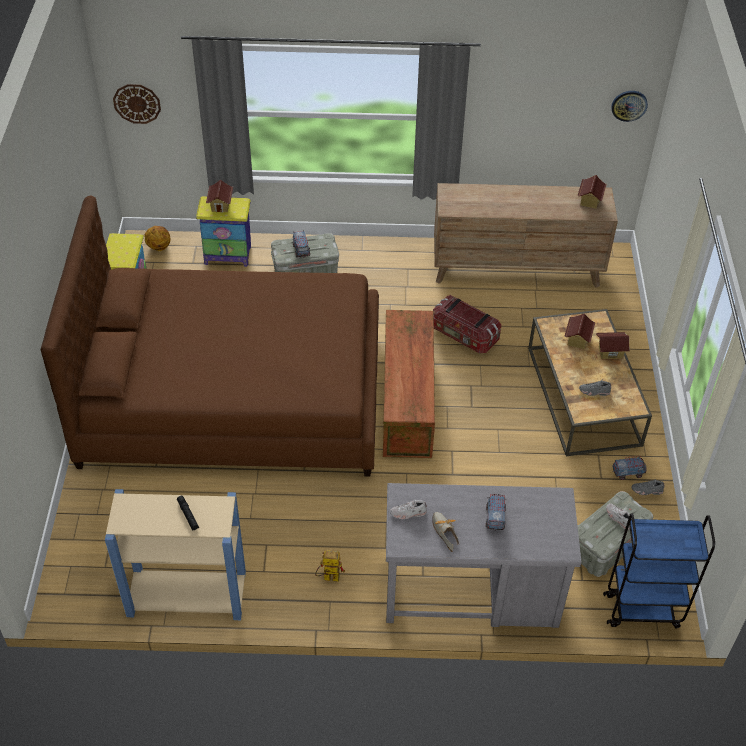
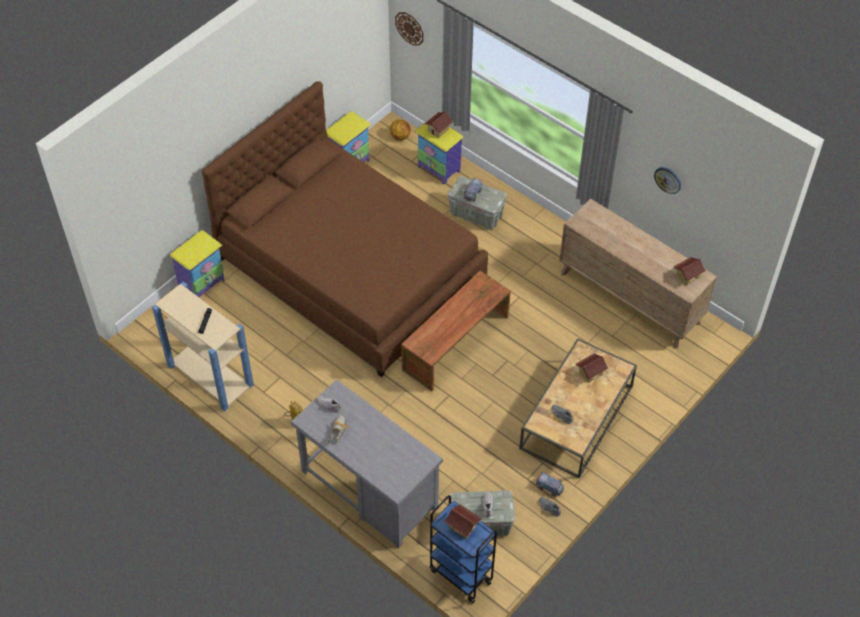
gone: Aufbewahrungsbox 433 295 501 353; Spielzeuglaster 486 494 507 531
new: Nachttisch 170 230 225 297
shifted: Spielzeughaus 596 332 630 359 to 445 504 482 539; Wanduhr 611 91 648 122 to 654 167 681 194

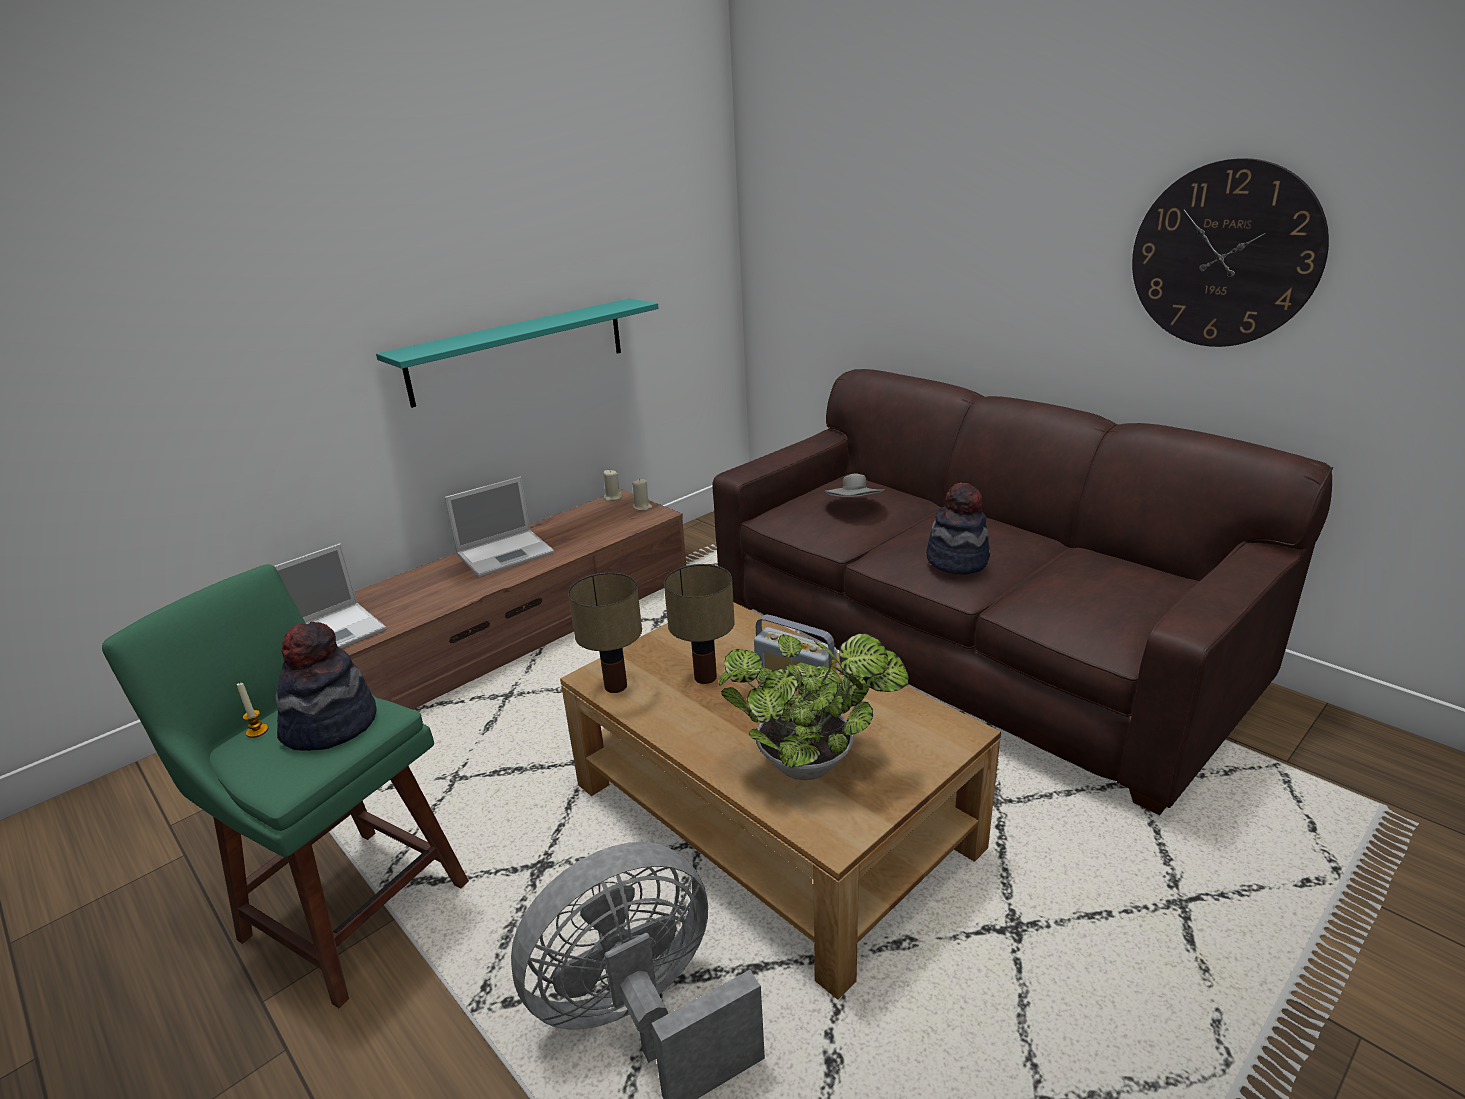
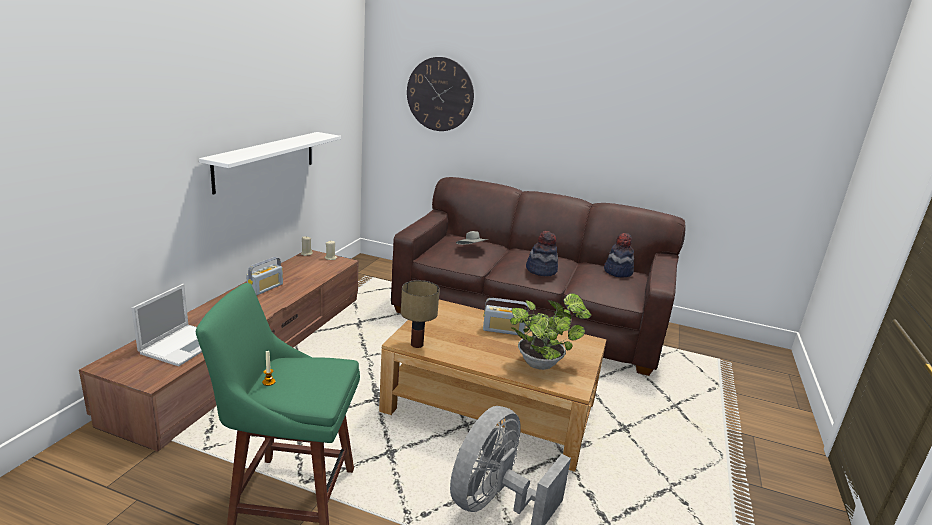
gone: Tischlampe 664 564 735 684
shifted: Hut 276 622 377 751 to 604 233 634 277; Wanduhr 1132 158 1329 347 to 407 57 474 131
swapped: Laptop 444 477 554 577 to Radio 246 257 283 296
repainted: Wandregal (türkis) 376 298 658 408 to Wandregal (weiß) 199 132 341 195

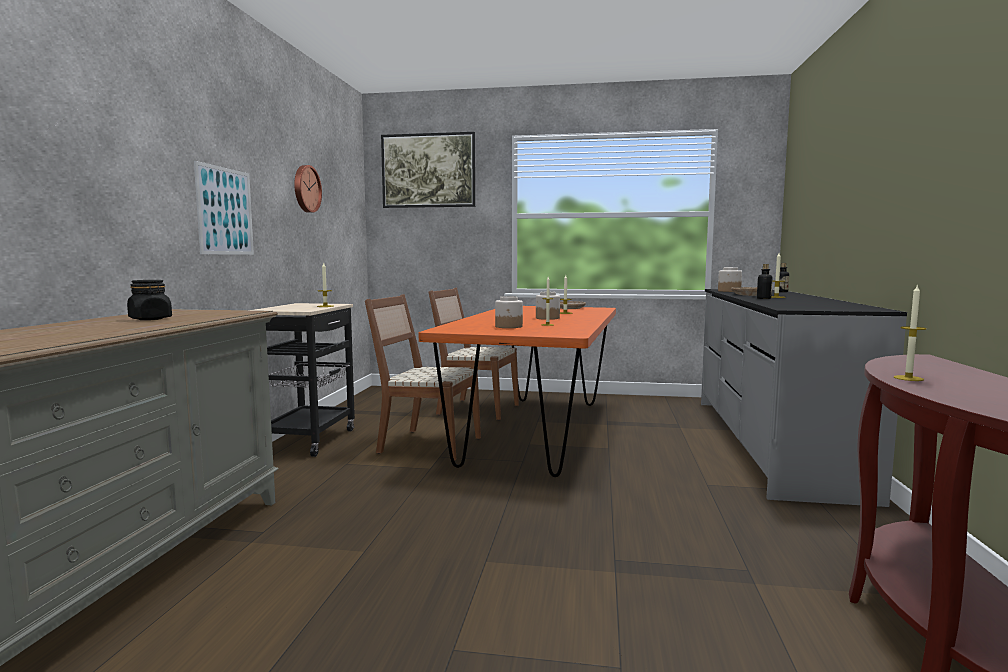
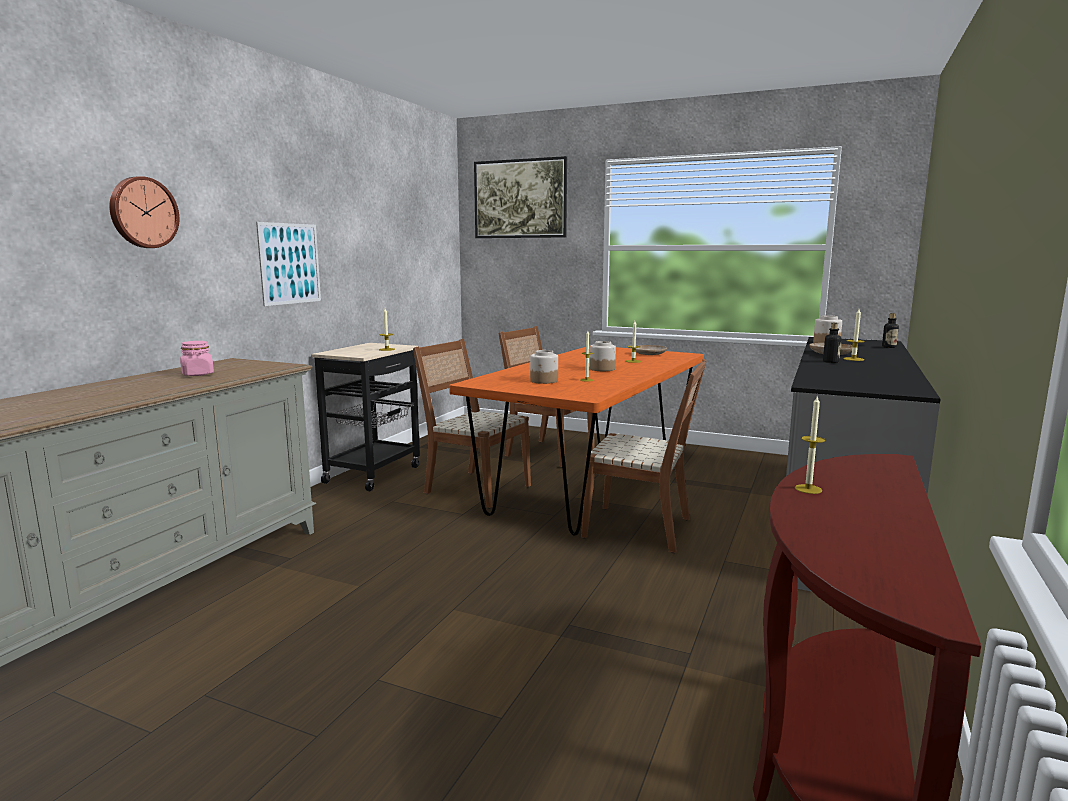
new: Stuhl 581 359 707 553
shifted: Wanduhr 294 165 322 213 to 109 176 179 248
repainted: Vorratsglas (schwarz) 127 280 172 320 to Vorratsglas (rosa) 180 341 214 376

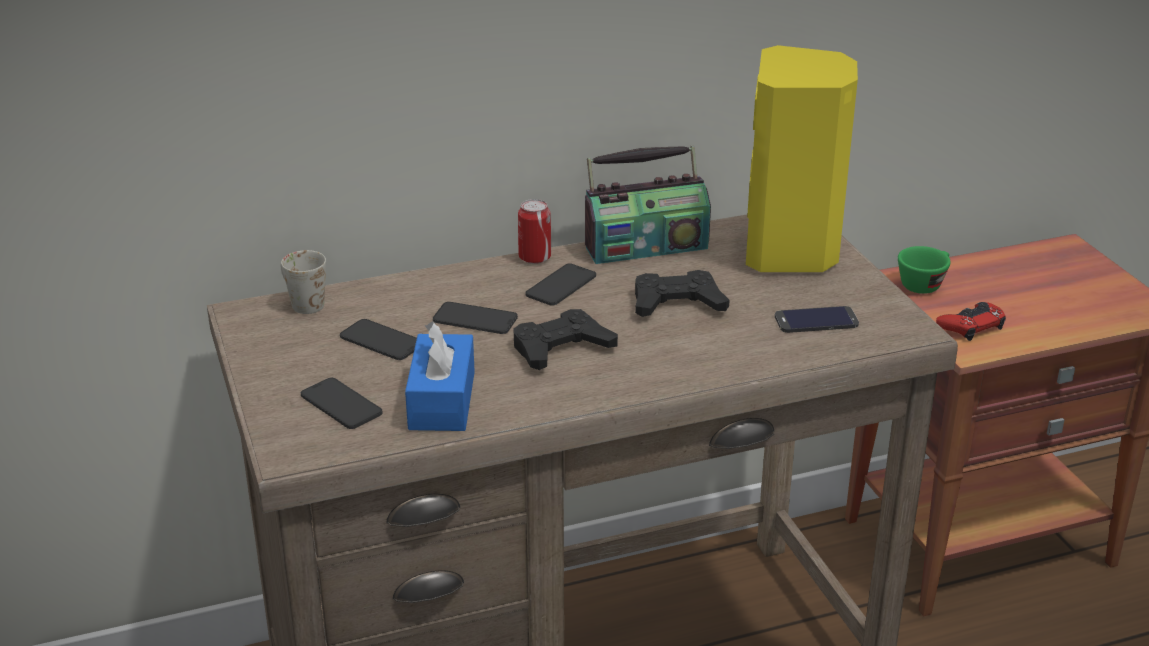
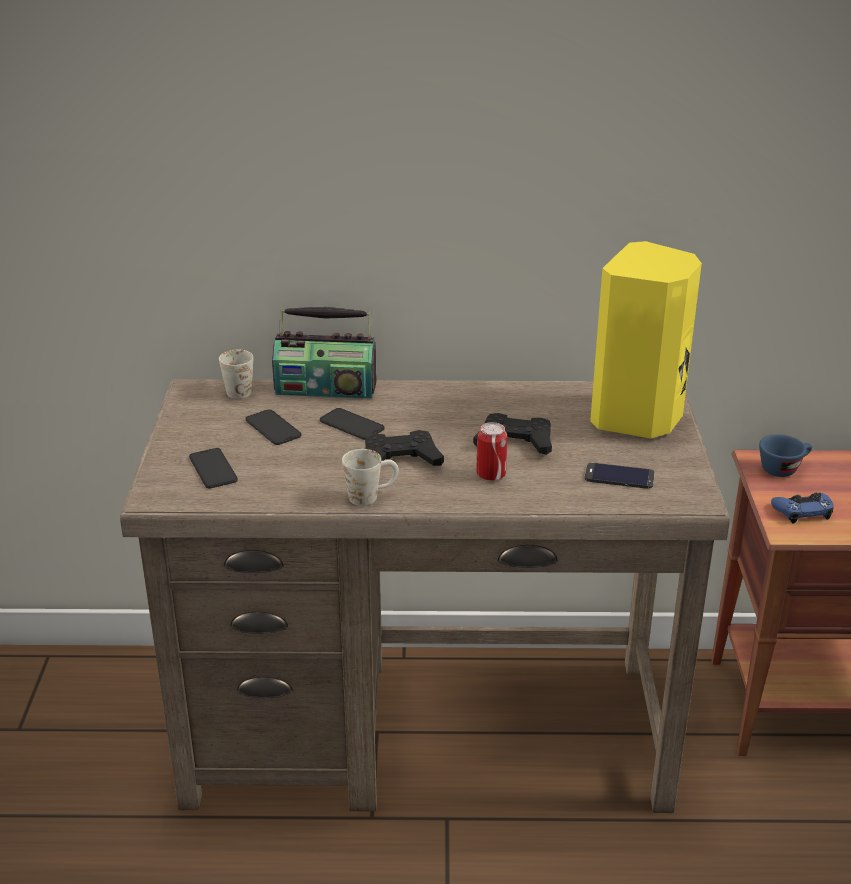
gone: Taschentuchbox (blau) 405 321 475 431; Handy 525 264 596 306
new: Henkelbecher (weiß) 342 449 399 506
shifted: Dose 518 199 551 264 to 476 422 507 481; Radio 585 145 711 264 to 272 307 377 399
repainted: Tasse (grün) 898 246 951 294 to Tasse (blau) 759 434 812 477; Gamepad (rot) 936 302 1006 341 to Gamepad (blau) 771 493 834 523

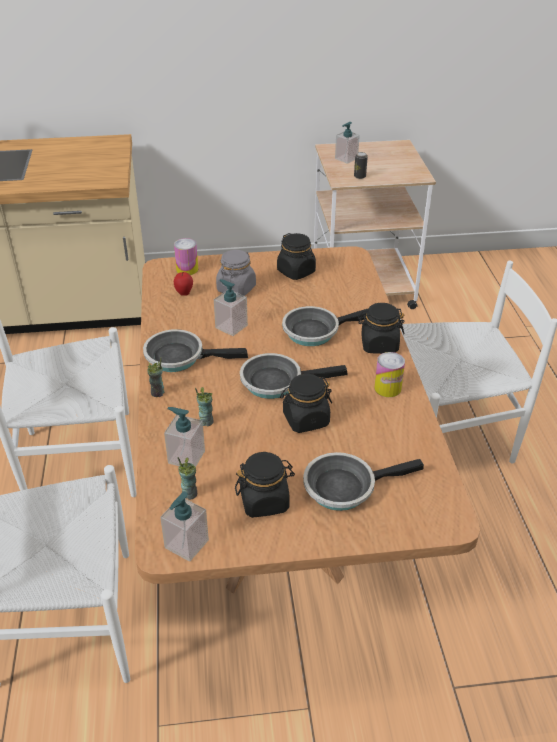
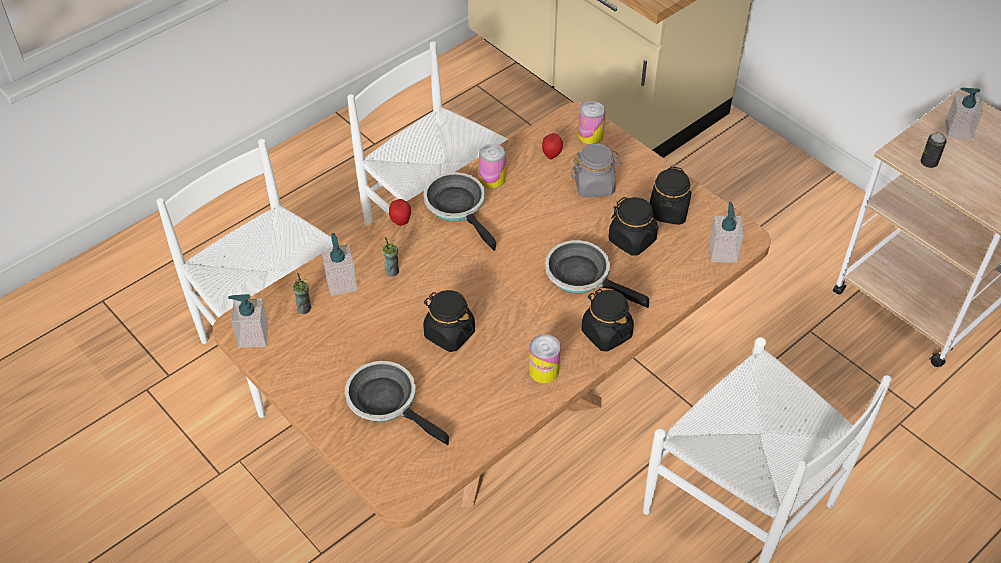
gone: Pfanne 240 353 348 399
new: Dose 479 144 506 188
shifted: Seifenspender 214 279 248 336 to 709 202 744 263; Vorratsglas (schwarz) 235 452 295 518 to 609 197 658 256
swapped: Tasse 147 357 165 397 to Apfel 389 199 411 226

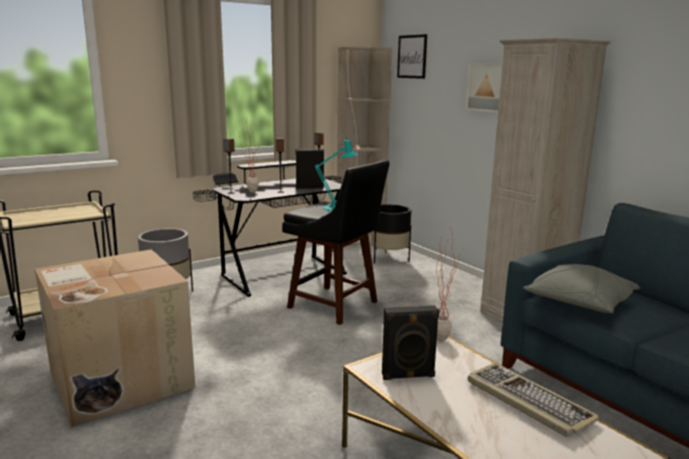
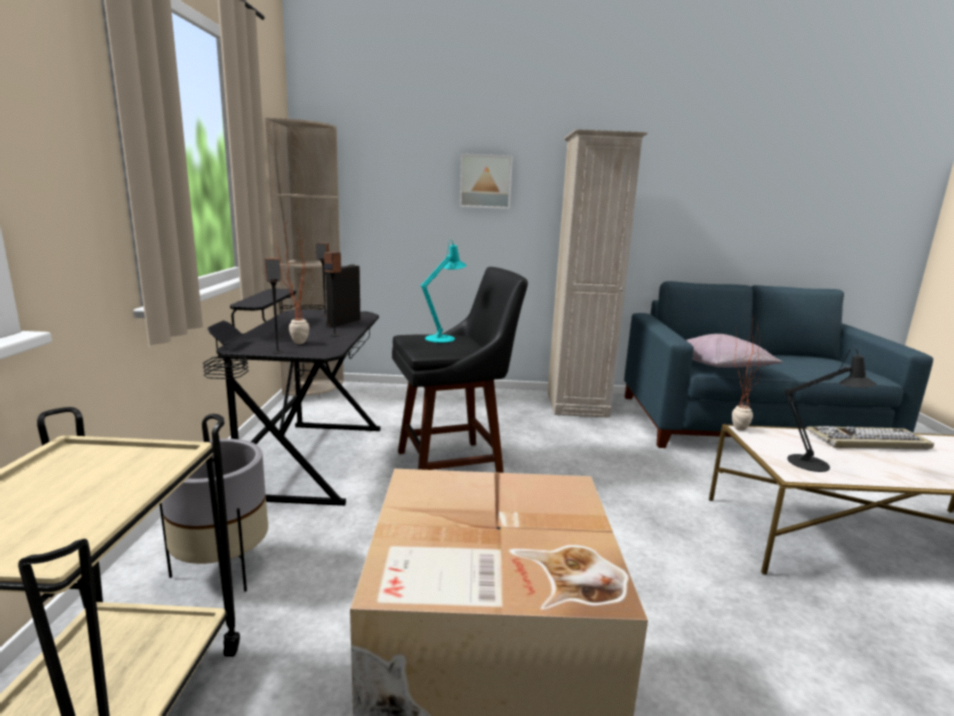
gone: Pflanzkübel (schwarz) 371 204 411 264; Bild 397 34 427 79
swapped: Lautsprecher (schwarz) 382 305 439 380 to Tischlampe (schwarz) 785 348 876 472
repainted: Kissen (grau) 523 264 640 313 to Kissen (lila) 686 334 783 368

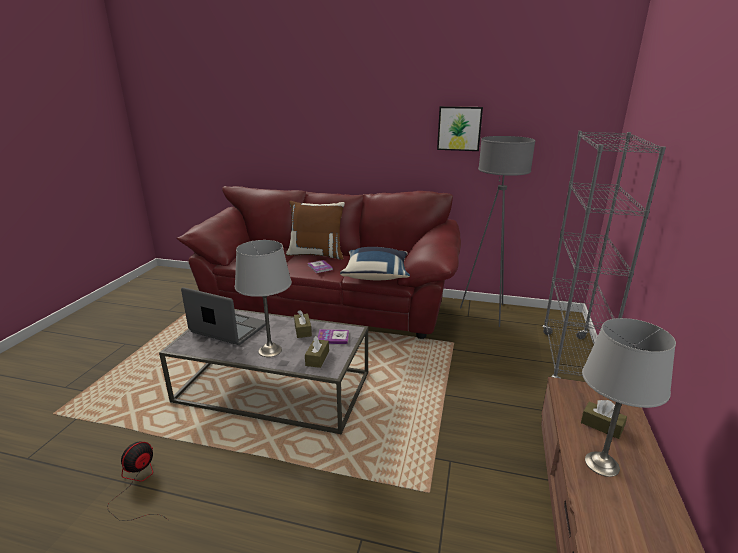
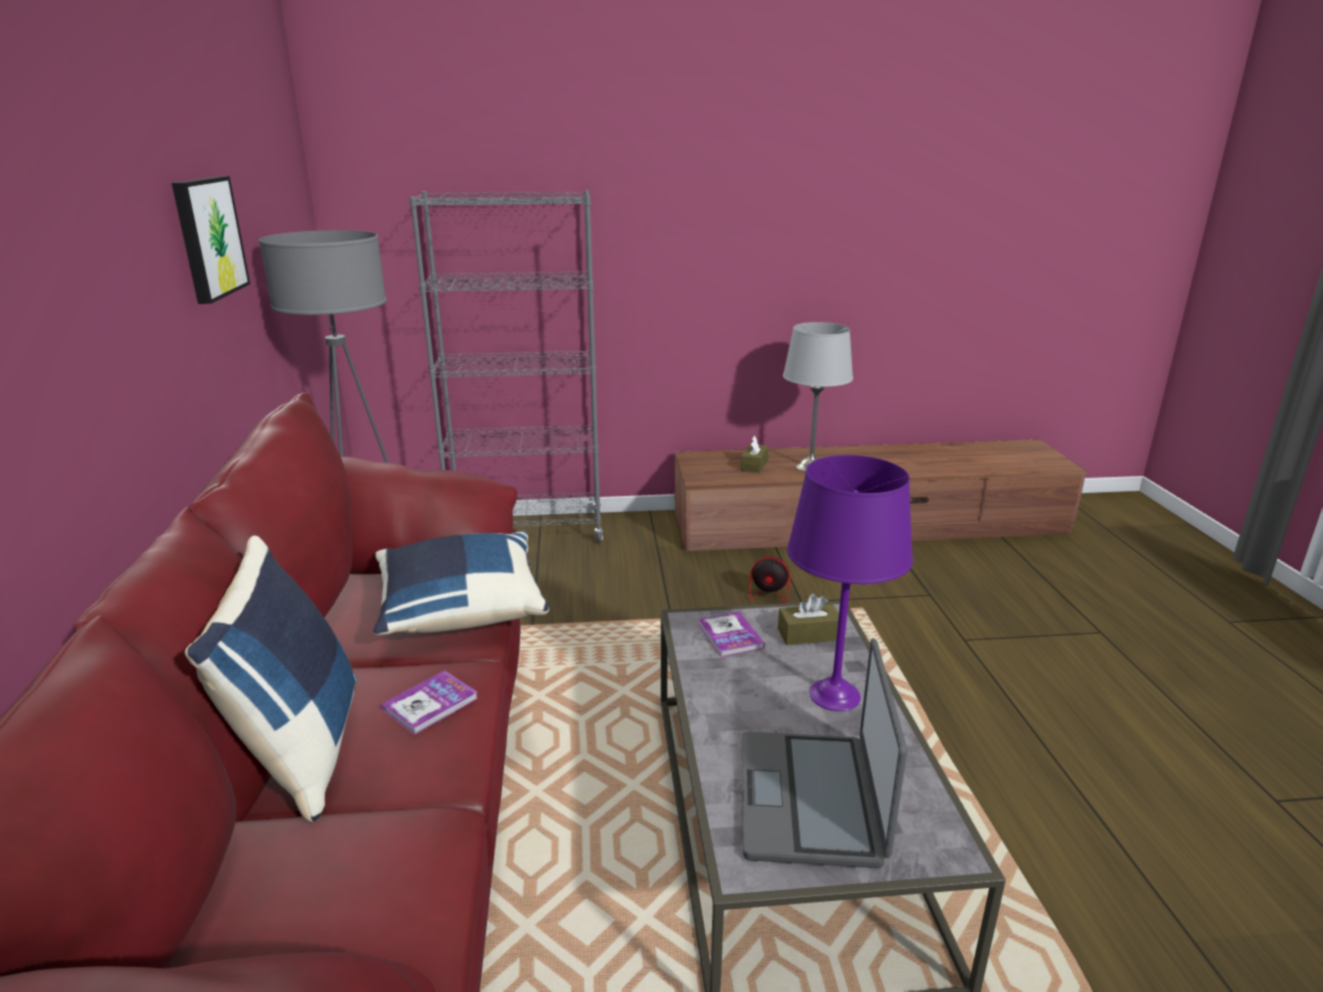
gone: Taschentuchbox (braun) 294 310 312 338
shifted: Ventilator 107 441 169 521 to 749 557 824 604
repainted: Tischlampe (grau) 235 240 292 357 to Tischlampe (lila) 787 455 913 711; Kissen (braun) 286 201 345 260 to Kissen (blau) 185 536 357 822

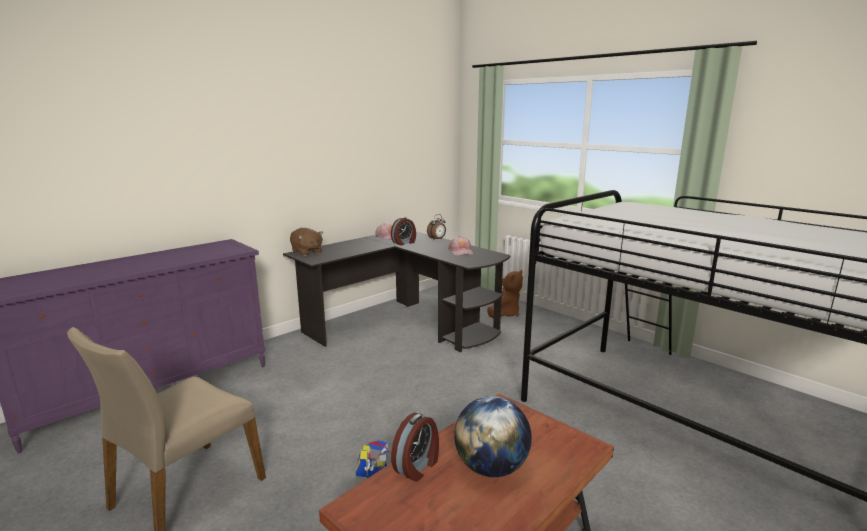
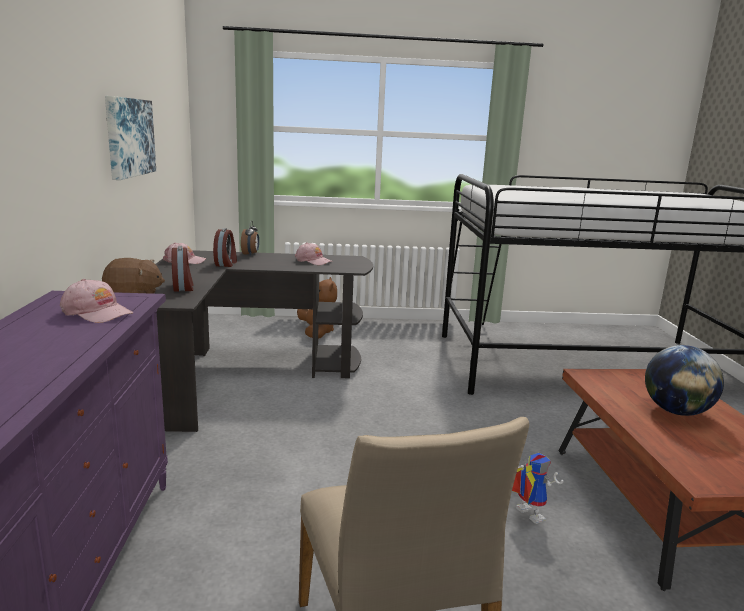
new: Kappe (rosa) 60 279 133 323; Bild 105 96 156 180
shifted: Wecker 391 413 439 481 to 172 246 194 292

